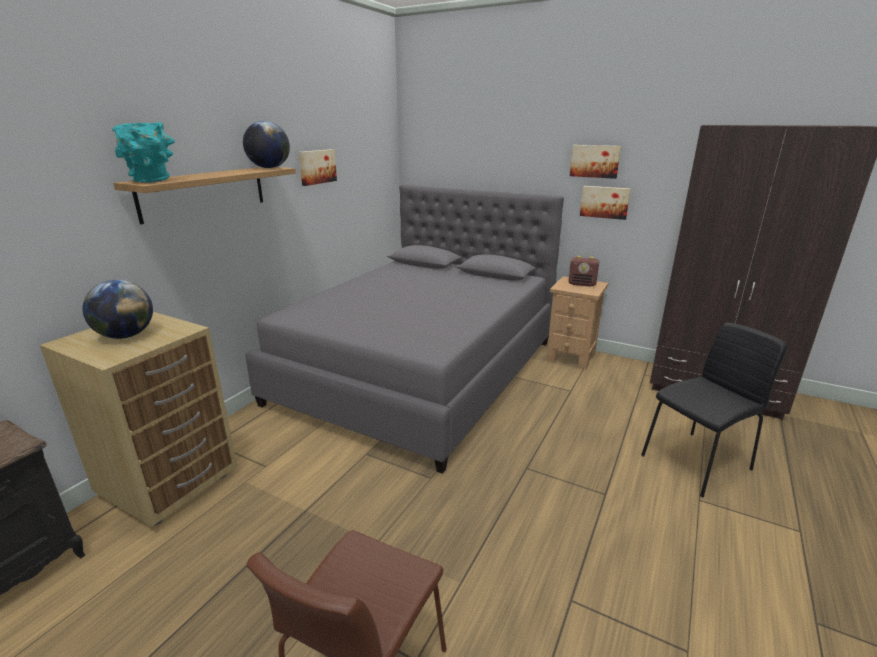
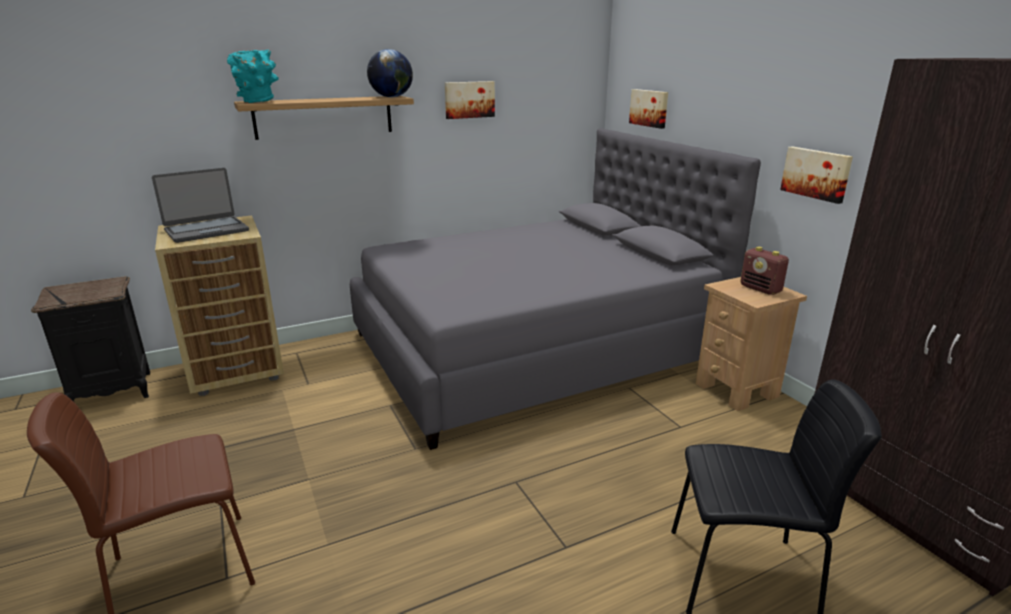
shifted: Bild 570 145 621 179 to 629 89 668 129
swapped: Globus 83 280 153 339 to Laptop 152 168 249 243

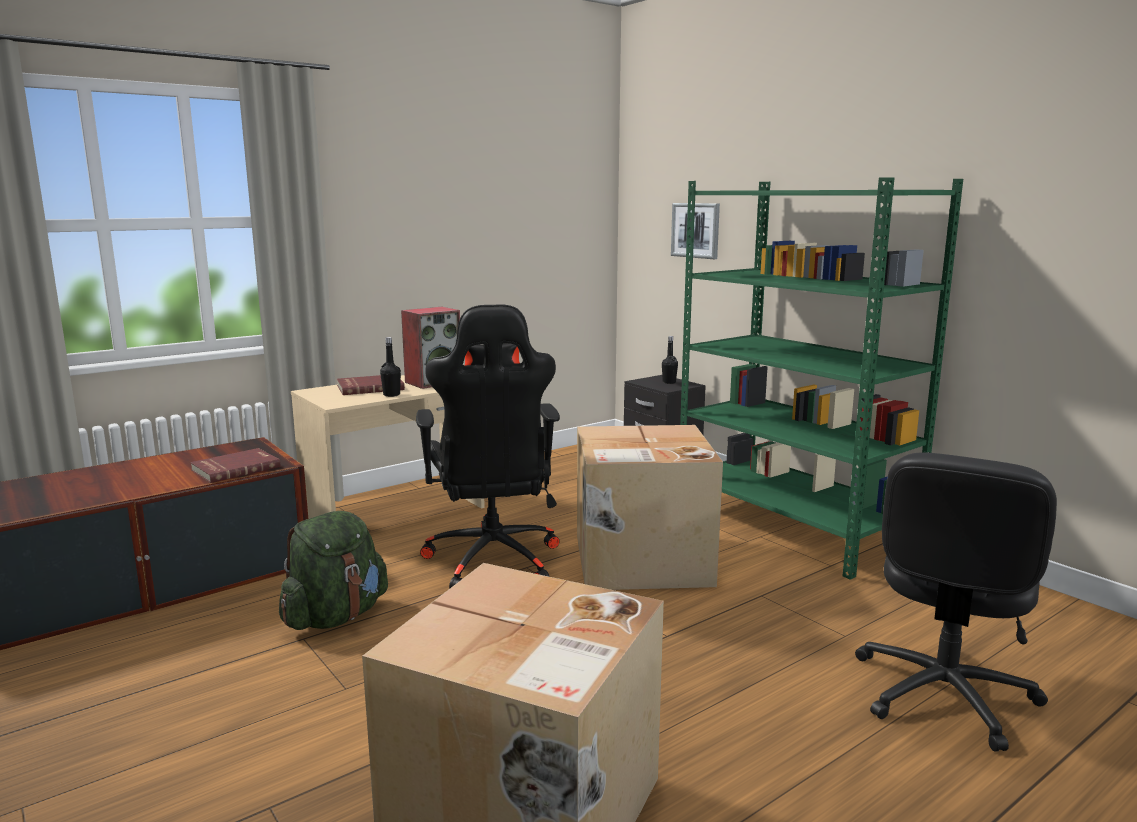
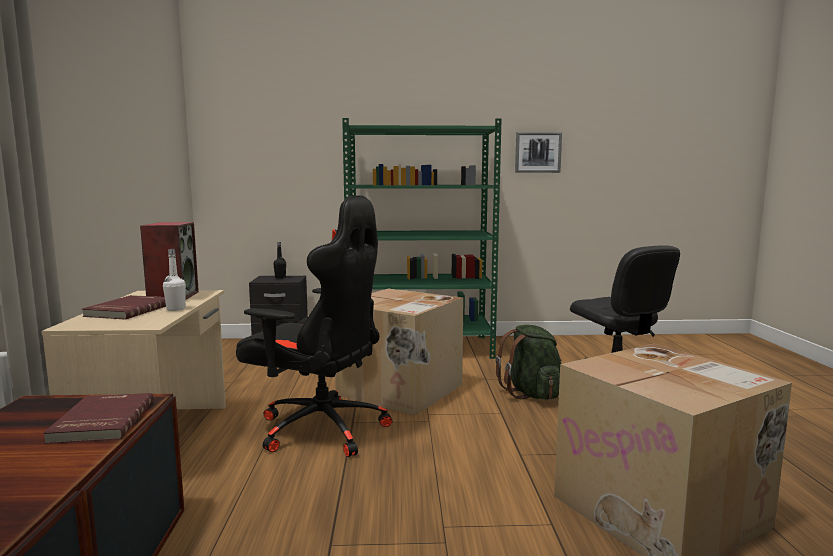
shifted: Rucksack (grün) 279 511 388 630 to 495 325 562 400; Bild 671 203 720 259 to 515 132 562 173
repainted: Flasche (schwarz) 380 337 401 397 to Flasche (weiß) 163 249 186 311

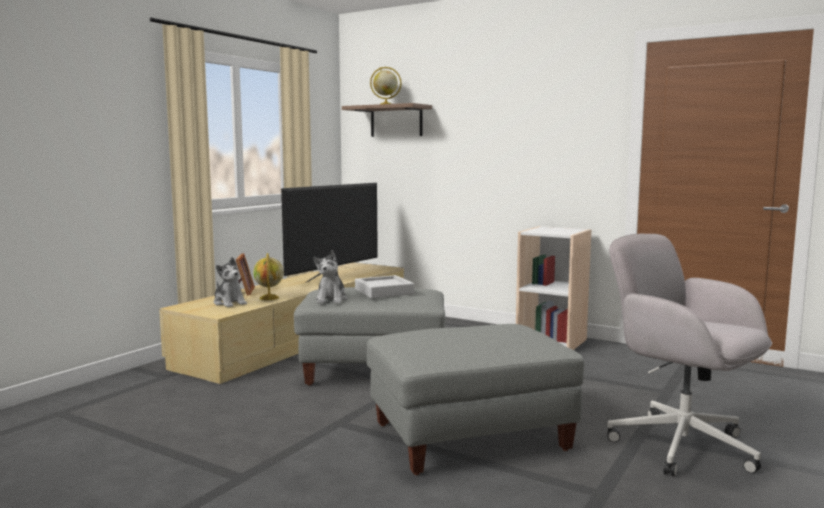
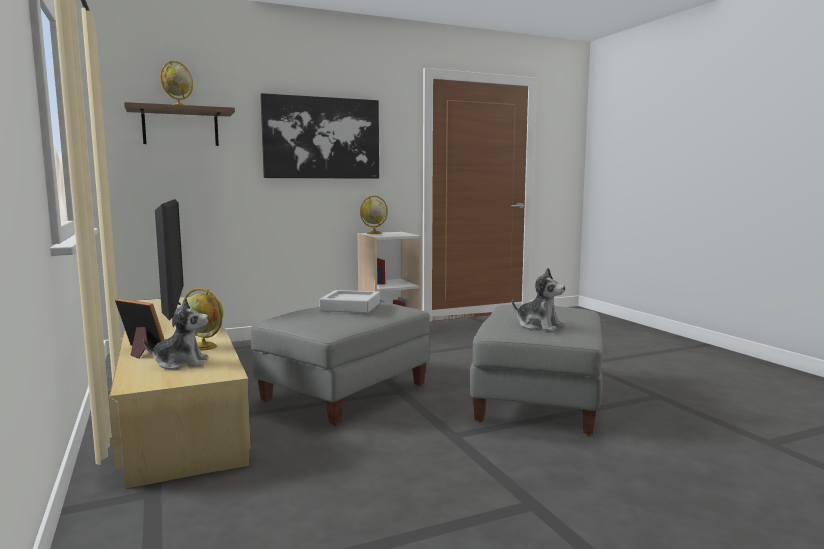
gone: Bürostuhl (grau) 607 234 772 476
new: Bild 260 93 379 179; Globus 360 196 388 234
shifted: Plüschtier 313 250 347 304 to 512 268 565 332

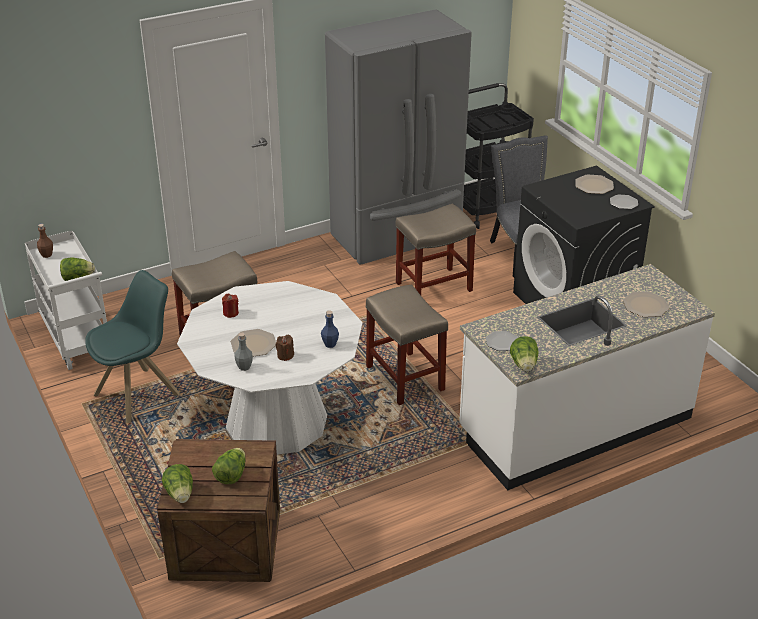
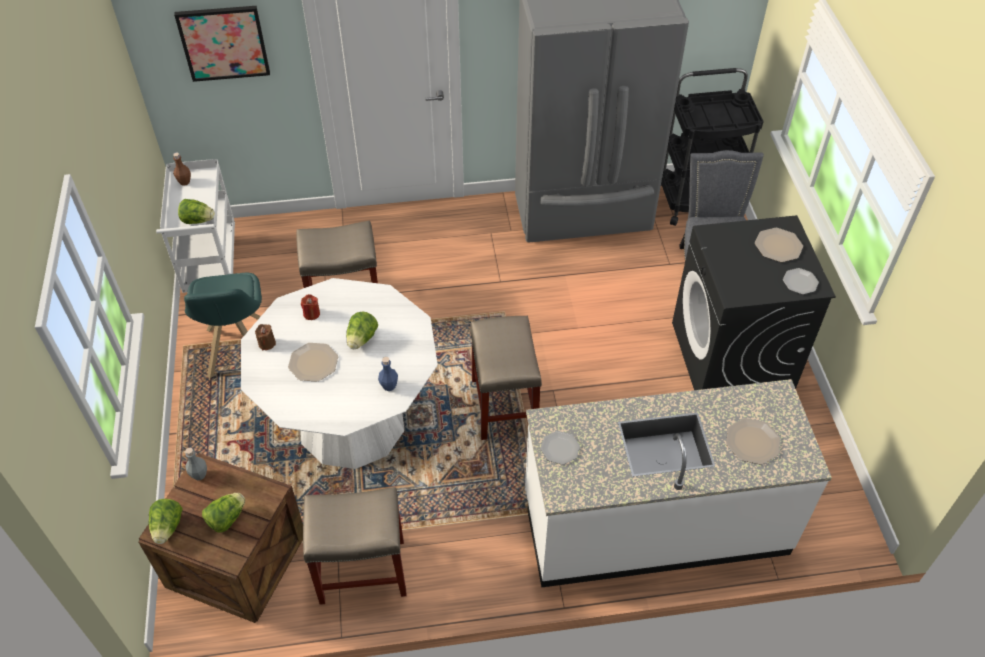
new: Bild 174 6 270 82
shifted: Flasche (grau) 234 333 253 371 to 185 448 207 481; Kerze (braun) 275 335 294 361 to 255 324 276 350; Hocker (beige) 395 203 476 295 to 303 487 407 605; Salatkopf 510 336 538 372 to 346 312 378 349
rotated: Stuhl (türkis) 85 270 180 423 = 184 273 262 378 105 degrees clockwise

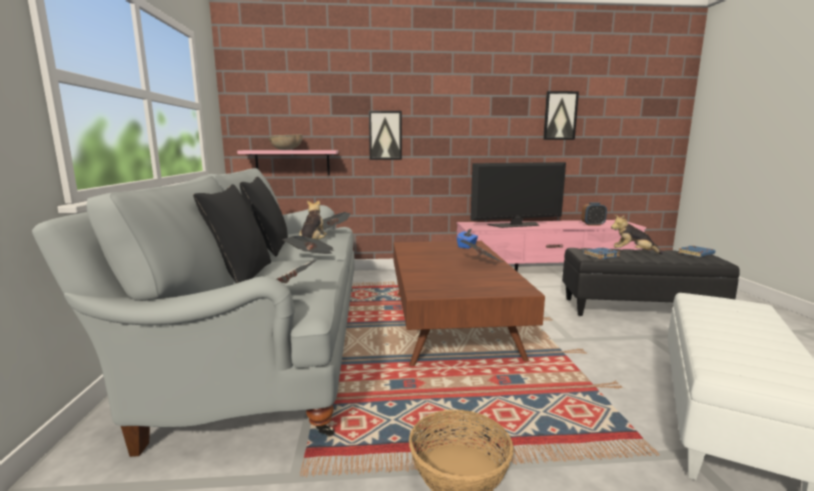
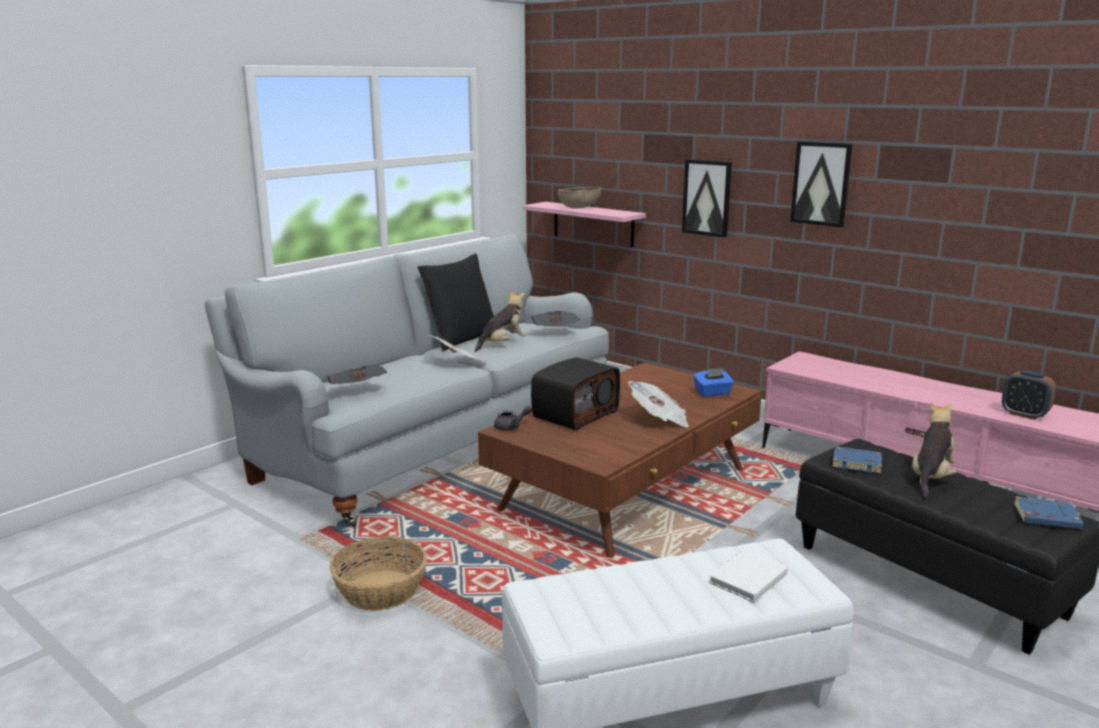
gone: Kissen (schwarz) 193 184 271 283; Fernseher 470 162 566 228
new: Teekanne (grau) 494 405 532 431; Radio 531 357 620 430; Buch (weiß) 709 550 788 602
shifted: Bild 543 91 579 140 to 790 141 853 227
rotated: Plüschtier 611 215 663 255 = 912 402 957 498 60 degrees clockwise

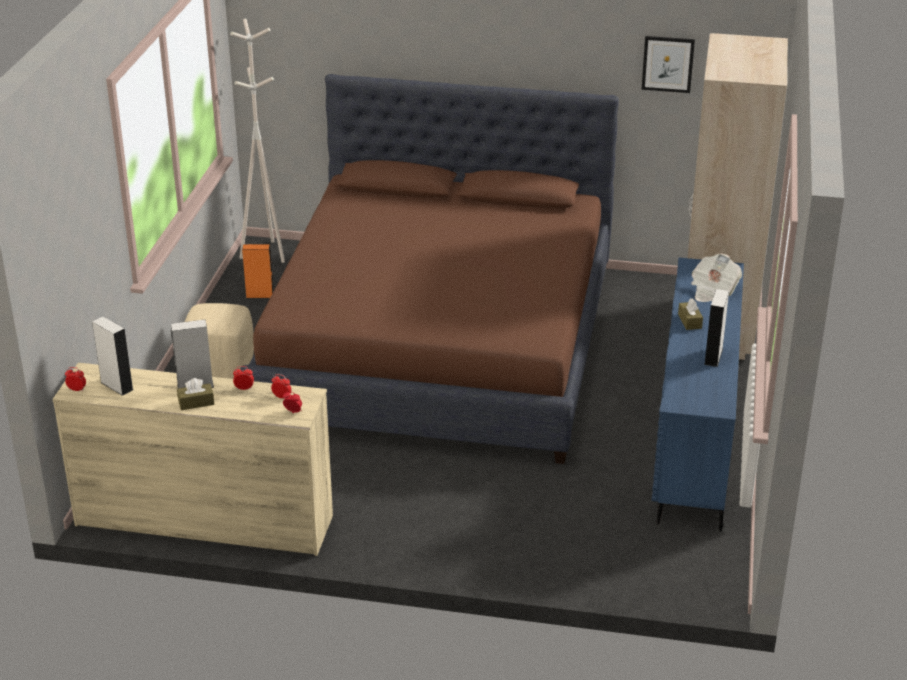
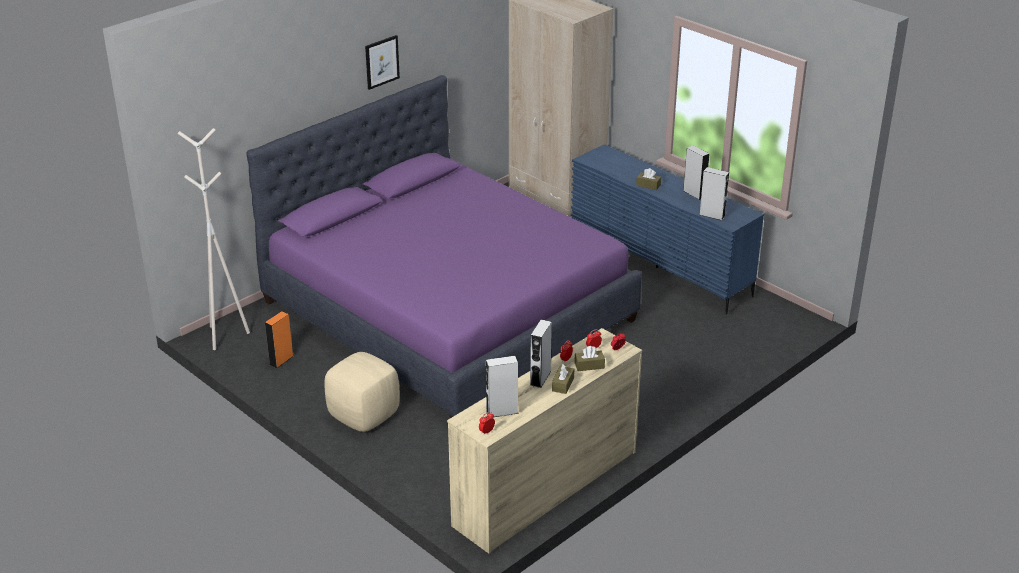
gone: Zeitung 691 254 742 302
new: Taschentuchbox (braun) 575 346 605 371; Lautsprecher (grau) 700 167 729 221
shifted: Bild 641 36 695 93 to 365 35 400 90
repainted: Bett (braun) 240 74 619 464 to Bett (lila) 246 75 642 418

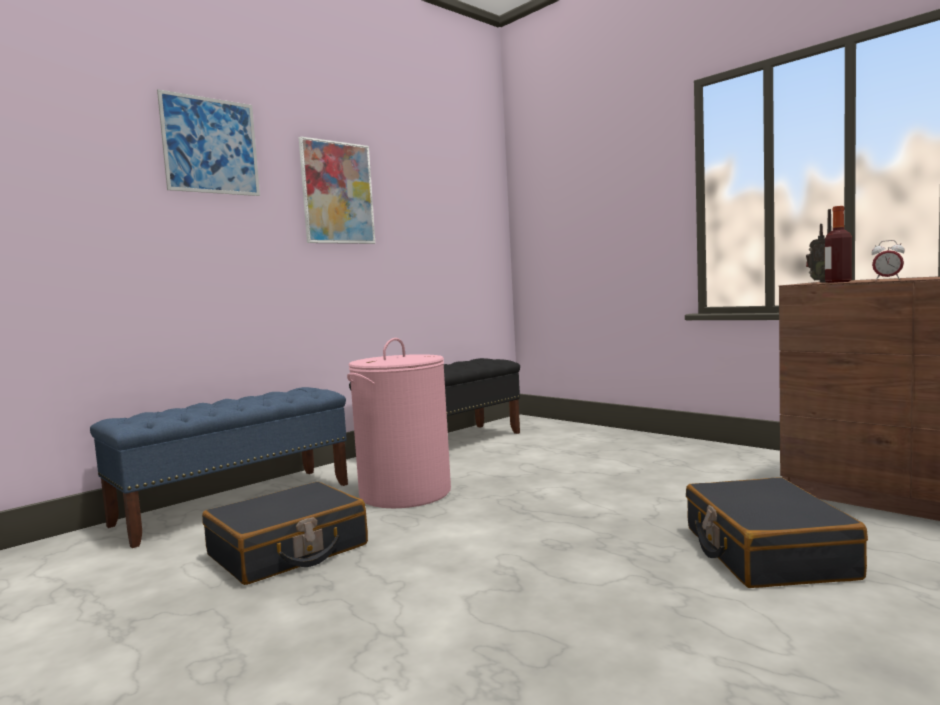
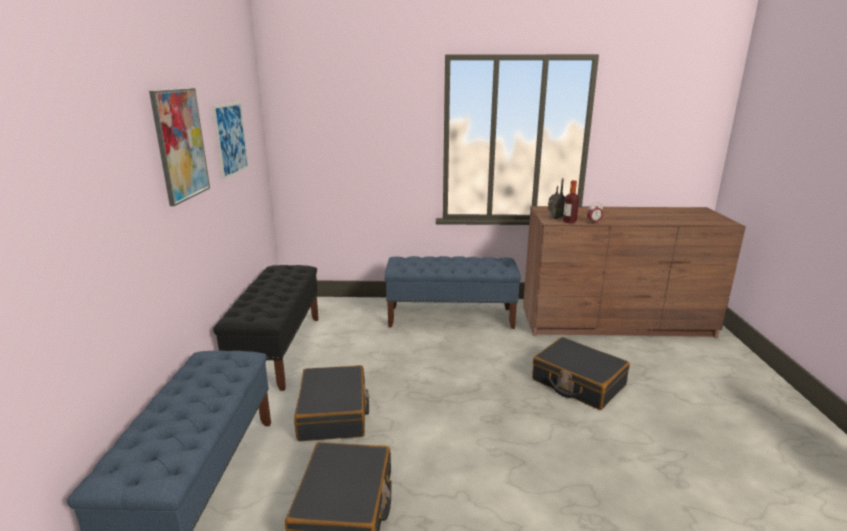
new: Bank (blau) 384 256 521 329
shifted: Bild 157 89 260 196 to 212 102 249 180
swapped: Wäschekorb (rosa) 347 338 451 508 to Koffer (schwarz) 294 365 369 441

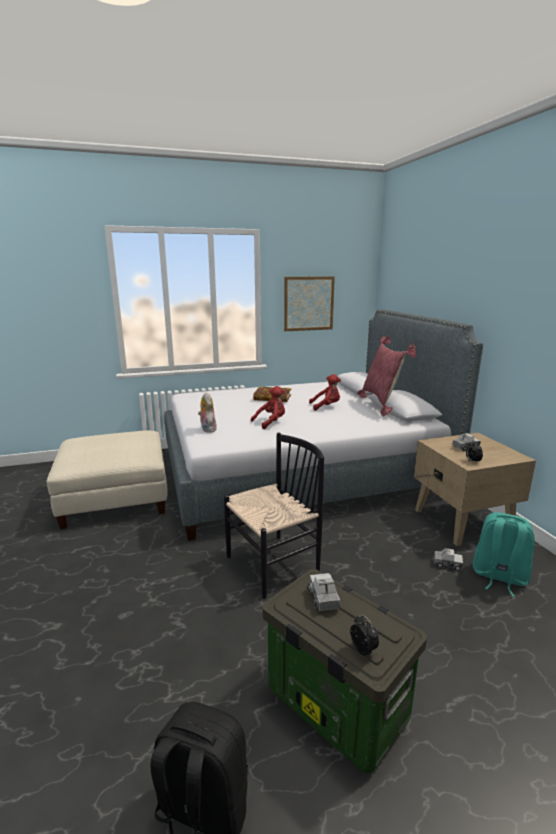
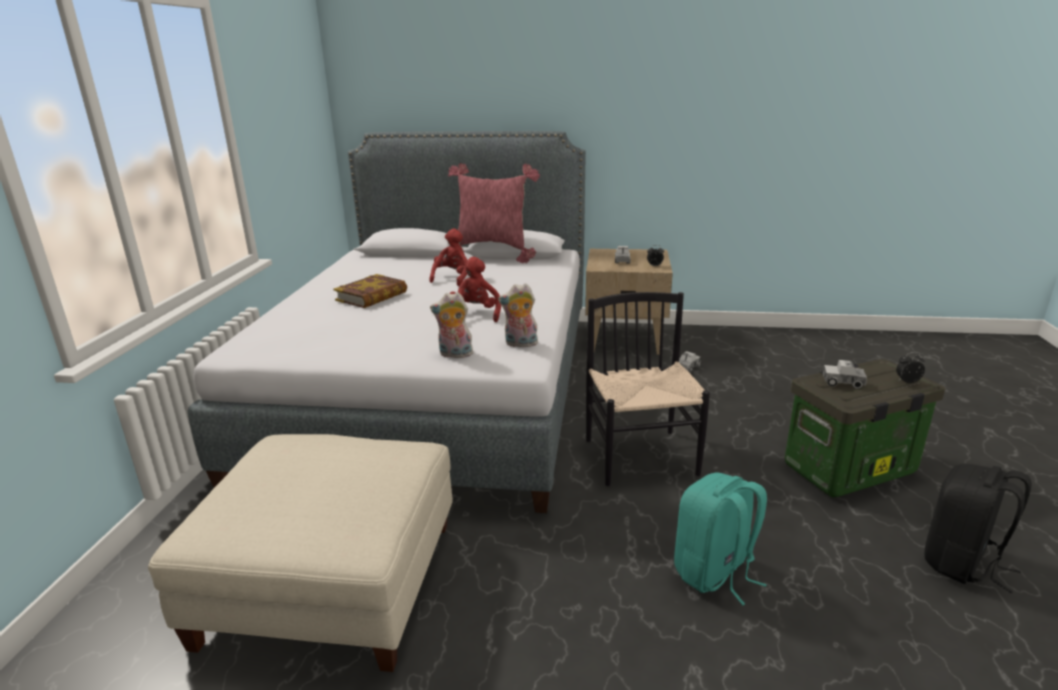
gone: Bild 284 275 335 331
new: Plüschtier 498 283 539 347
shifted: Rucksack (türkis) 473 512 535 597 to 674 472 767 605

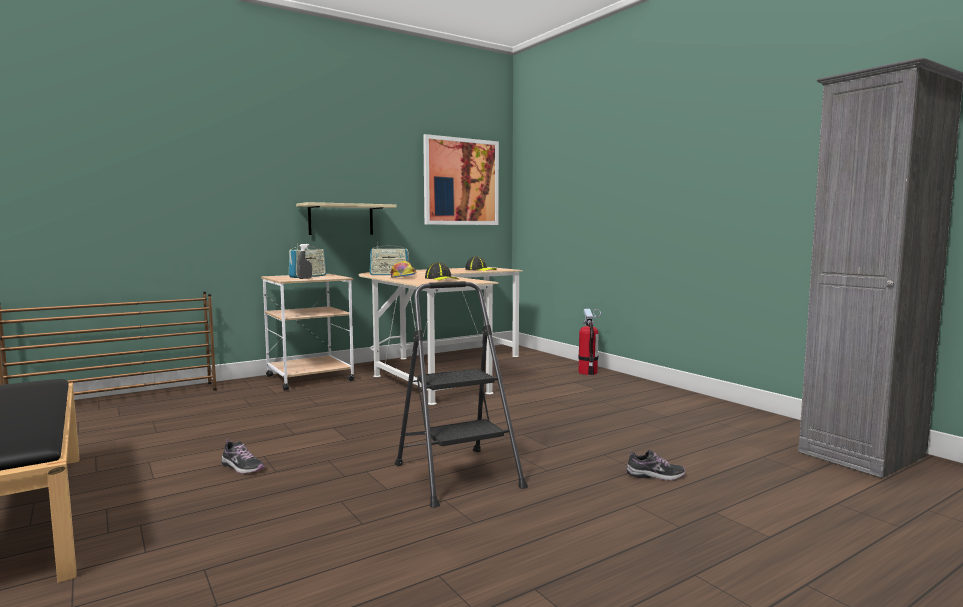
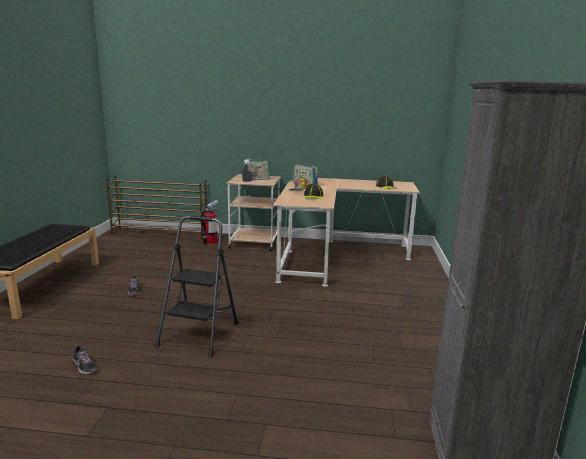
gone: Wandregal (beige) 296 202 397 235; Bild 423 134 499 225
shifted: Feuerlöscher 578 309 601 375 to 200 200 220 244; Schuh 626 450 685 480 to 72 344 98 374

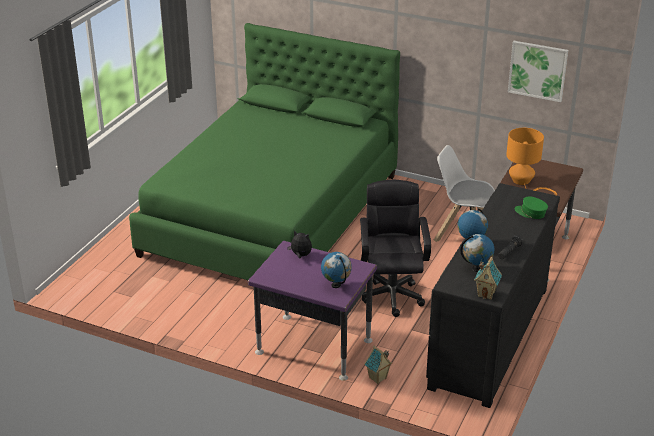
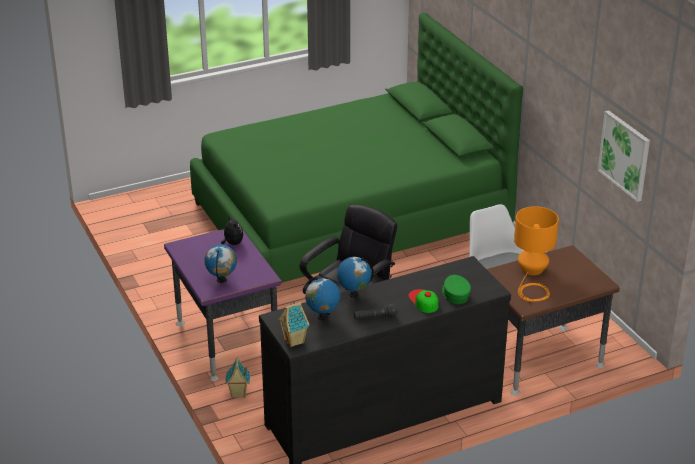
new: Kappe 409 289 439 313

